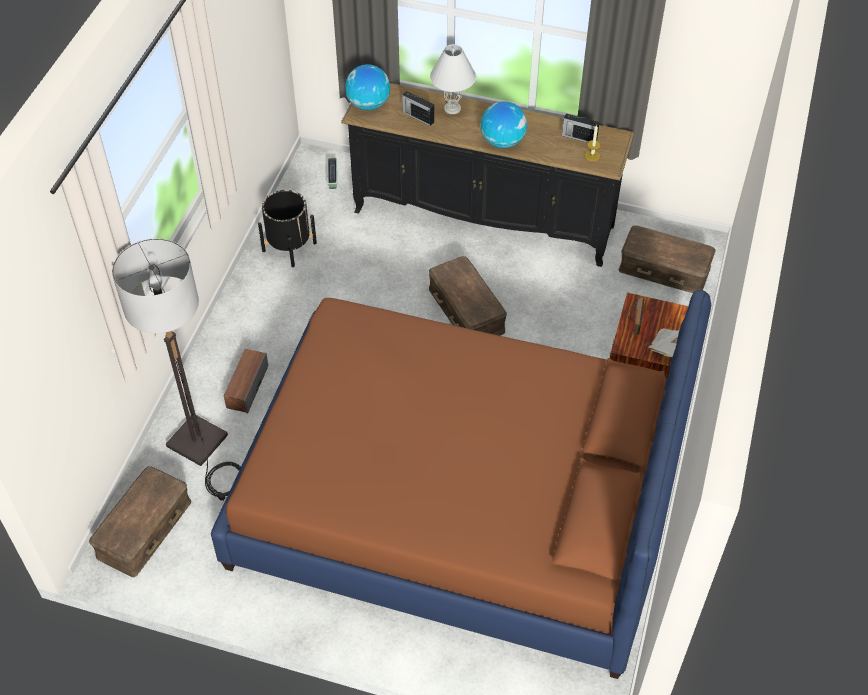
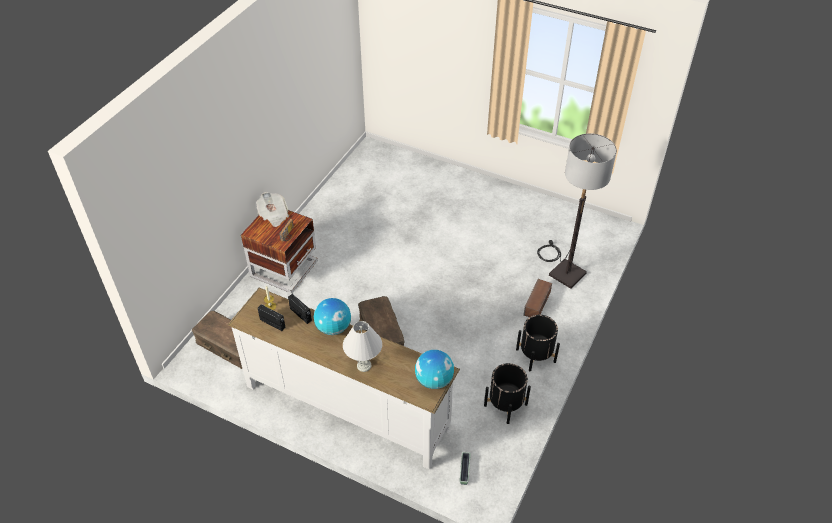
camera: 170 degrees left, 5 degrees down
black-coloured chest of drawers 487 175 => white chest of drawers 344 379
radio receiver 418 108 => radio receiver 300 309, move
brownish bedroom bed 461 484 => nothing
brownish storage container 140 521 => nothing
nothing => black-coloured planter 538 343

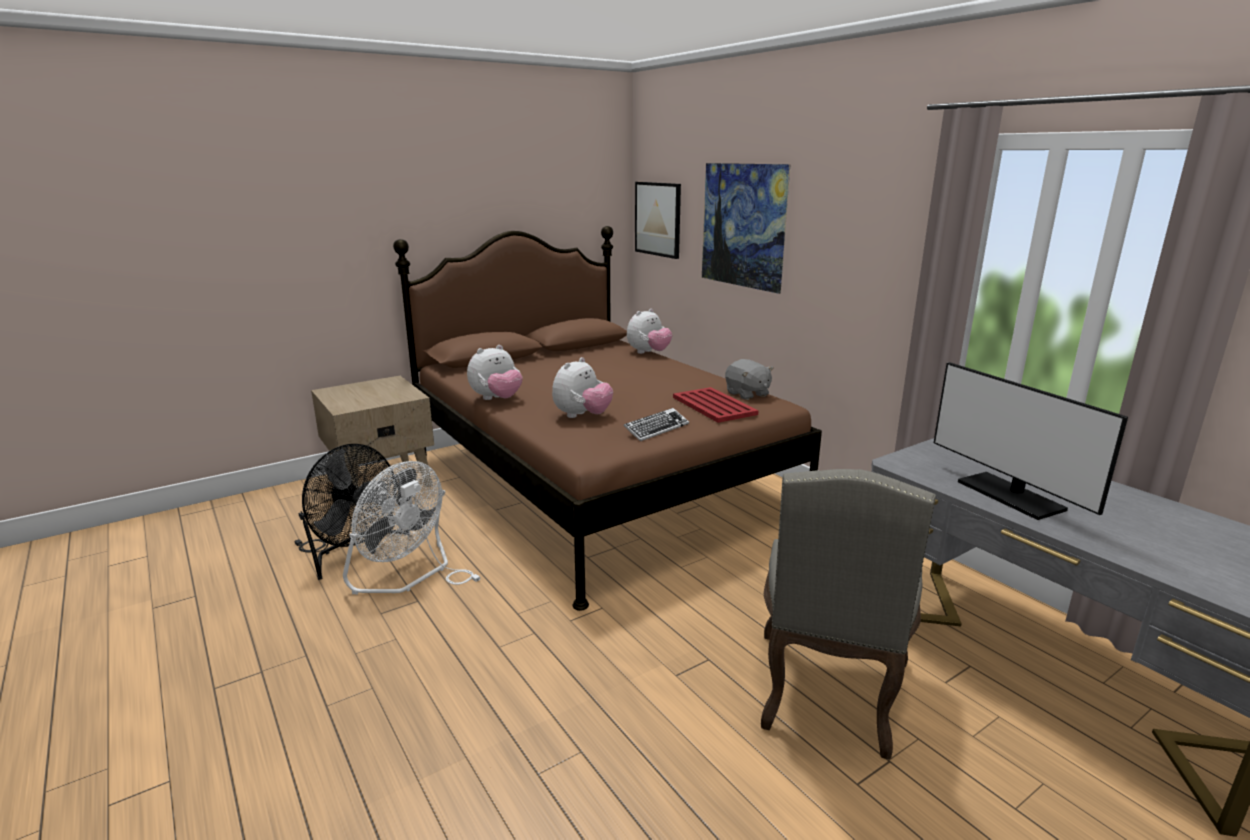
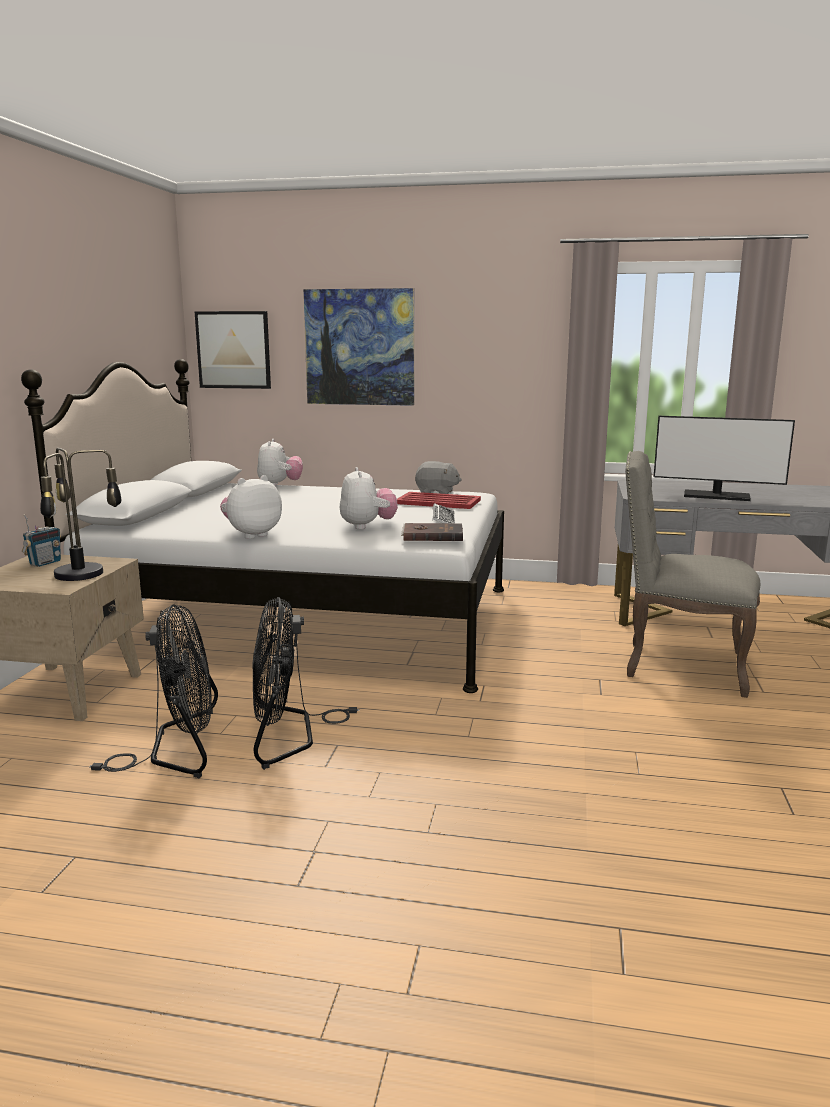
camera: 45 degrees left, 5 degrees down
brownish bedroom bed 607 418 => white bedroom bed 262 526
cuddly toy 494 372 => cuddly toy 251 507, 135 degrees counterclockwise
white fan 411 528 => black-coloured fan 306 683
gray chair 848 614 => gray chair 692 574, 135 degrees clockwise
nothing => table lamp 80 514
nothing => radio receiver 41 540
nothing => brownish book 432 532

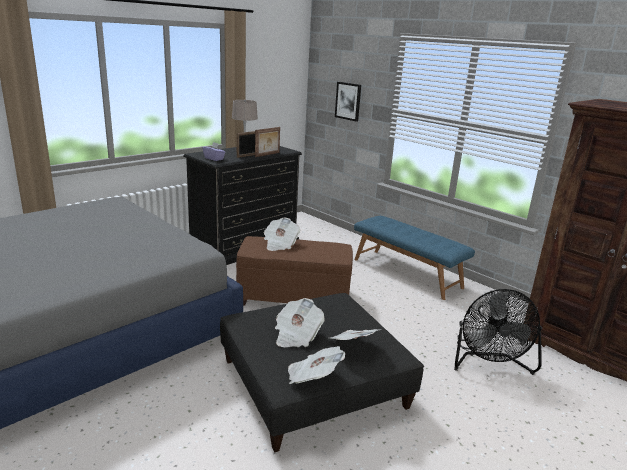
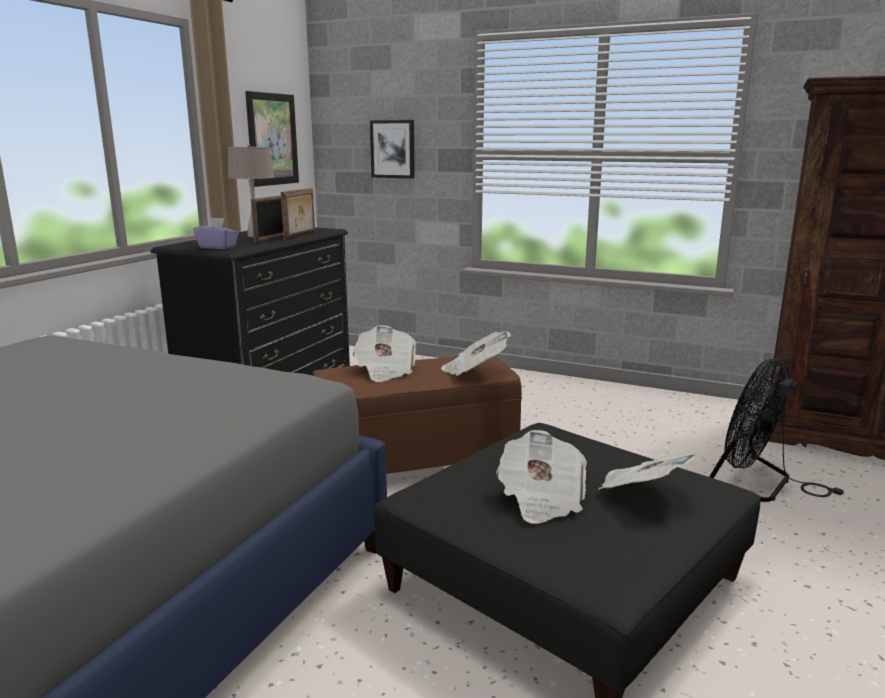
camera: 20 degrees left, 5 degrees down
bluish bench 414 258 => nothing
black-coloured fan 498 332 => black-coloured fan 776 430, 150 degrees clockwise
printed paper 316 365 => printed paper 476 353, move
nothing => picture 272 139

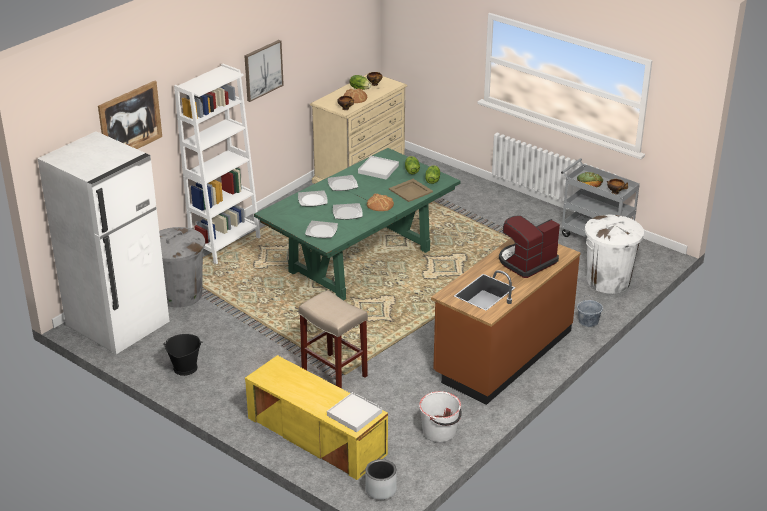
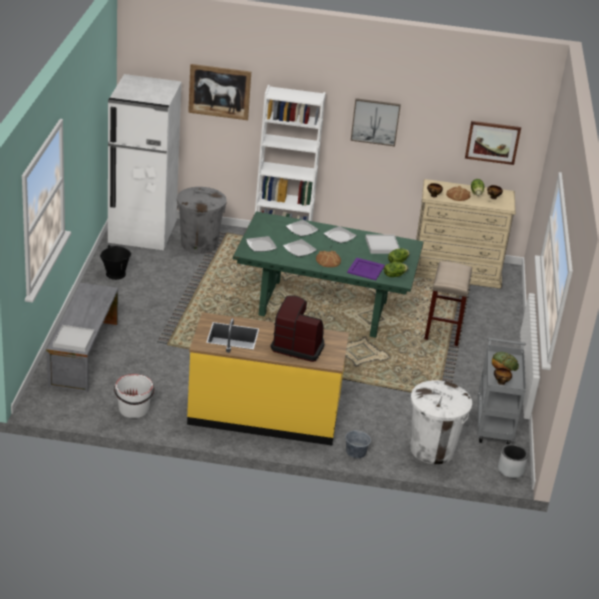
camera: 55 degrees right, 0 degrees up
beige carrying tray 411 190 => purple-coloured carrying tray 366 268
brownish counter 505 321 => yellowish counter 268 378
beige stool seat 333 339 => beige stool seat 448 303, move
yellowish bench 316 417 => gray bench 82 337
gray planter 381 479 => gray planter 513 461, move
nothing => picture 493 143

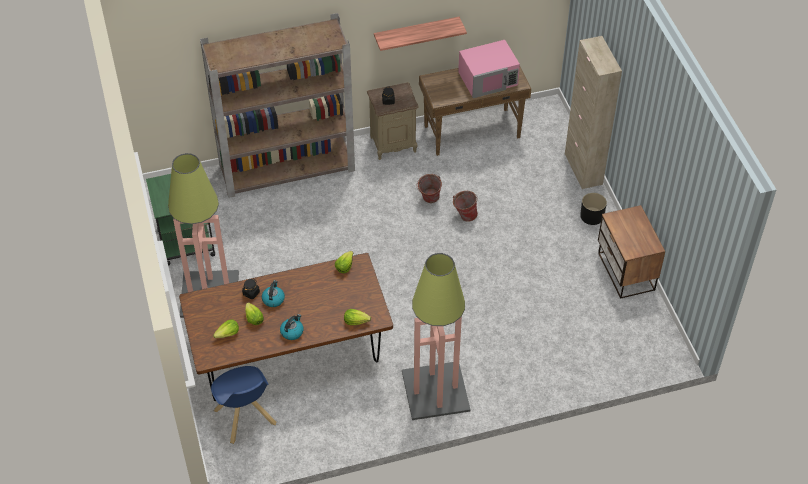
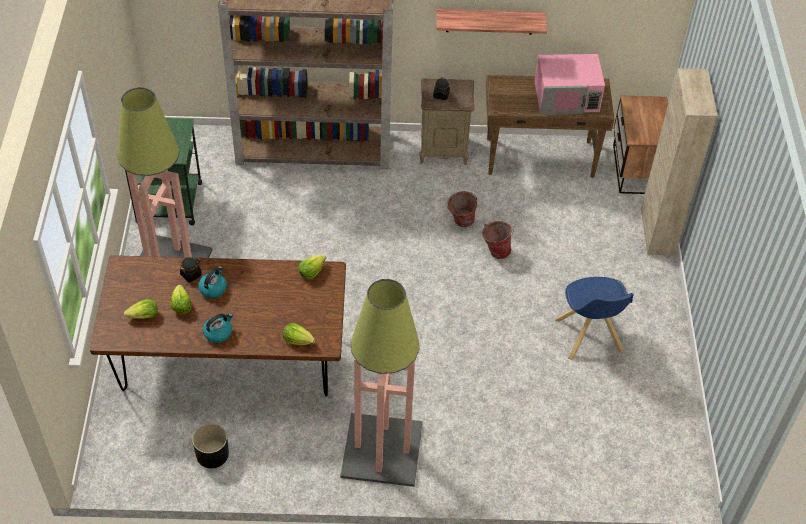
camera: 15 degrees right, 0 degrees up
black-coloured planter 593 209 => black-coloured planter 210 446, move
night table 631 252 => night table 640 144, move
bluish chair 244 405 => bluish chair 594 318, move

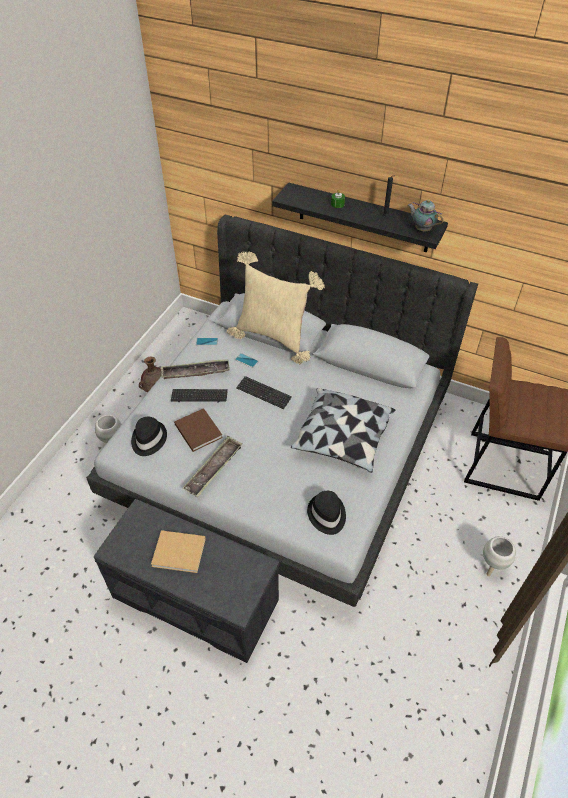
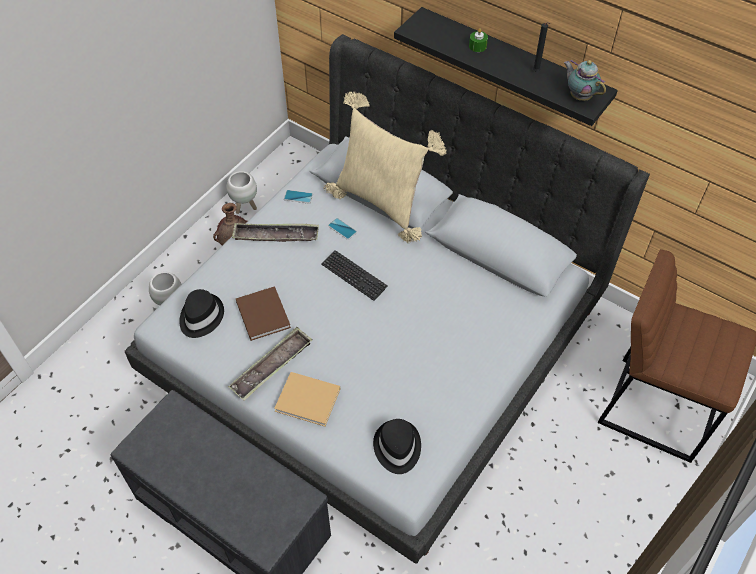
camera: 10 degrees right, 5 degrees up
cushion 343 430 => nothing
PC keyboard 199 395 => nothing
beige book 178 551 => beige book 307 399, move
white planter 499 556 => white planter 242 192, move

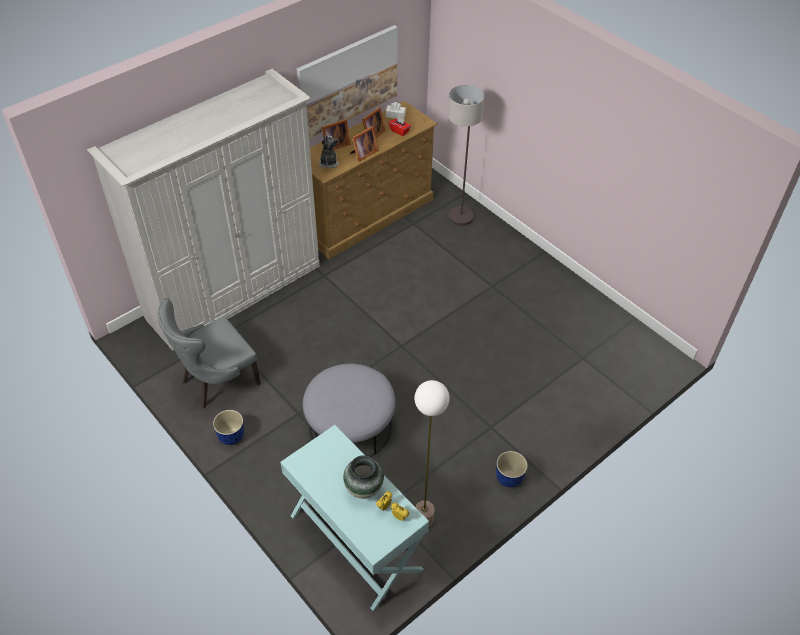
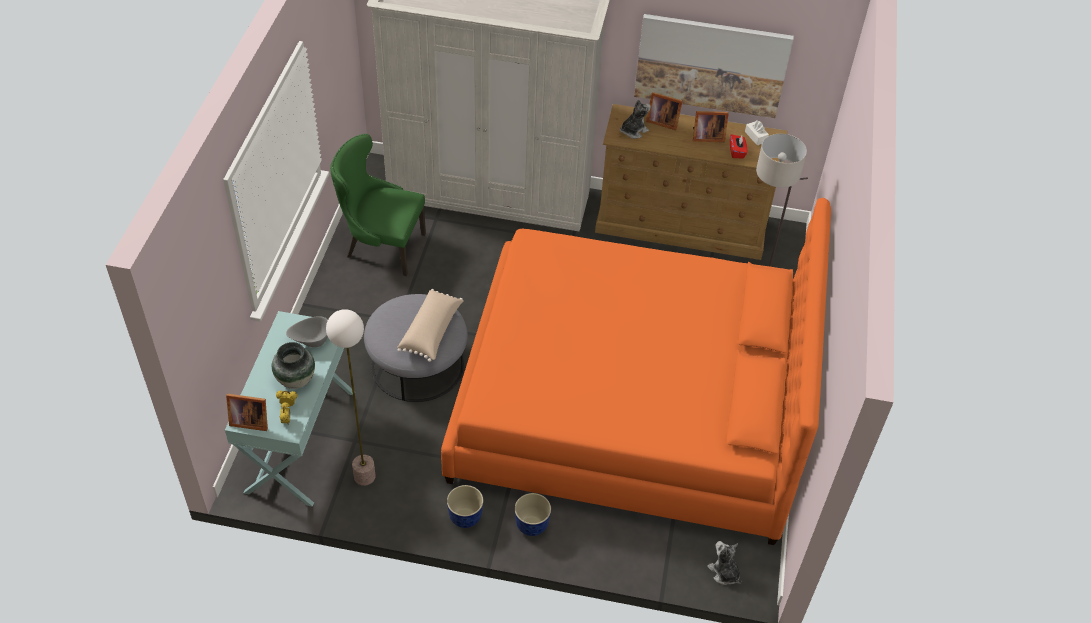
camera: 50 degrees right, 0 degrees up
standing frame 364 144 => standing frame 247 412, move
gray chair 209 353 => green-coloured chair 378 205
planter 228 427 => planter 533 514, move
nothing => orangey bedroom bed 636 371
nothing => beige cushion 430 325
nothing => gray bowl 307 331
nothing => cuddly toy 724 563

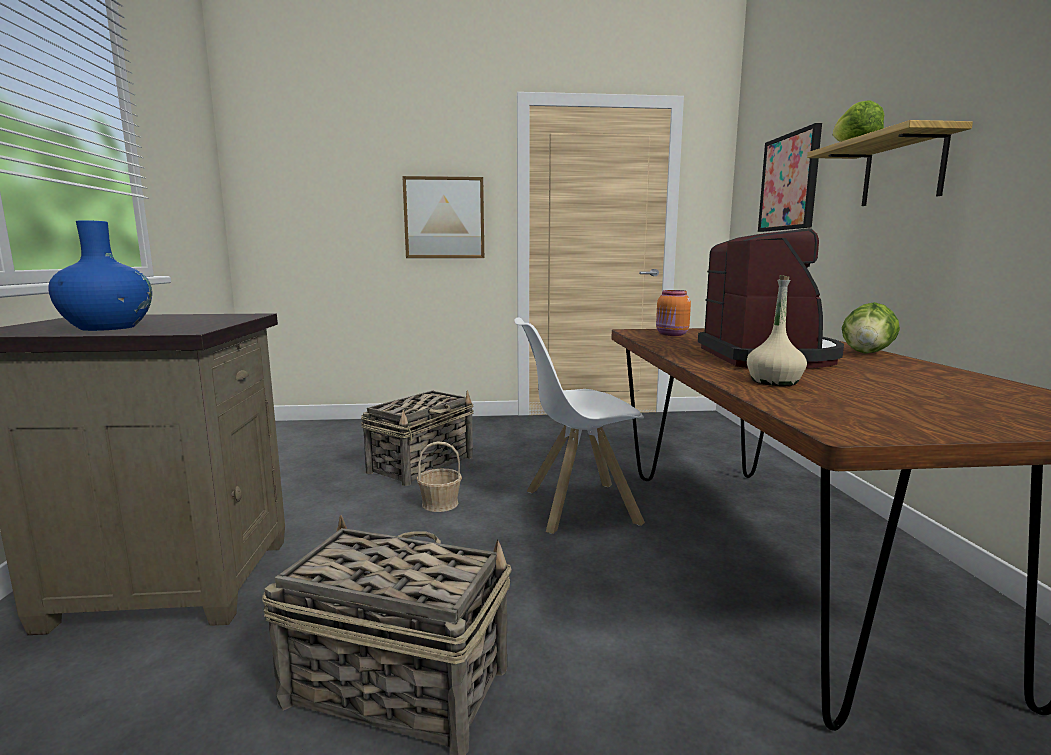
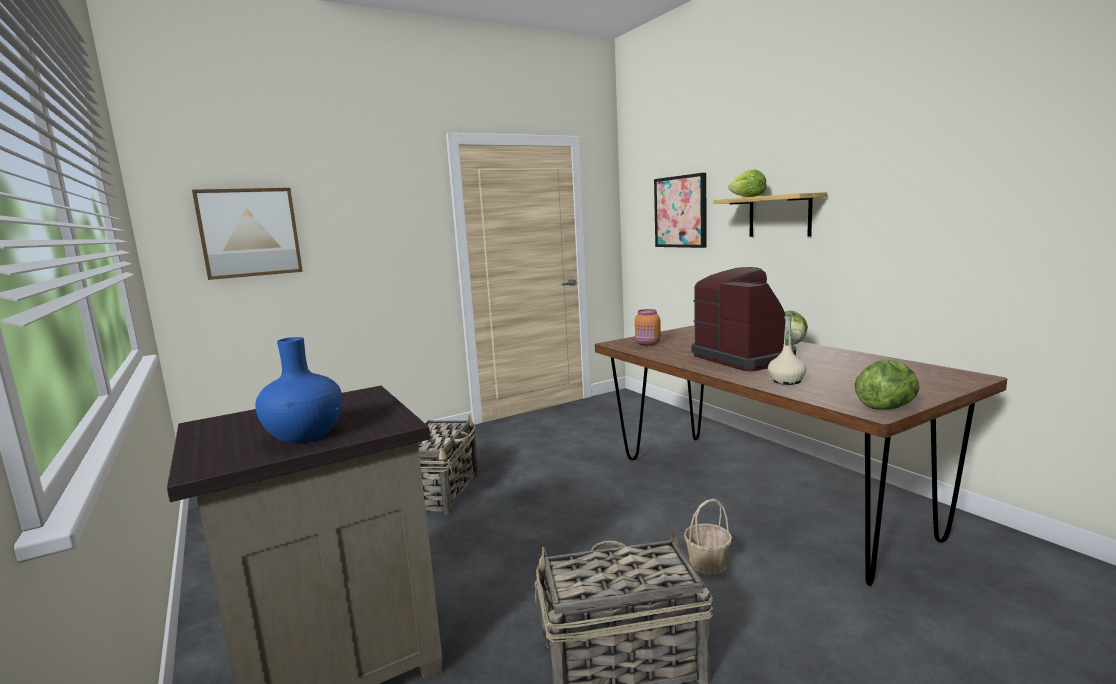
camera: 25 degrees left, 0 degrees up
picture 443 217 => picture 247 234, move
white chair 579 425 => nothing
basket 439 476 => basket 708 536, move
nothing => lettuce 887 385

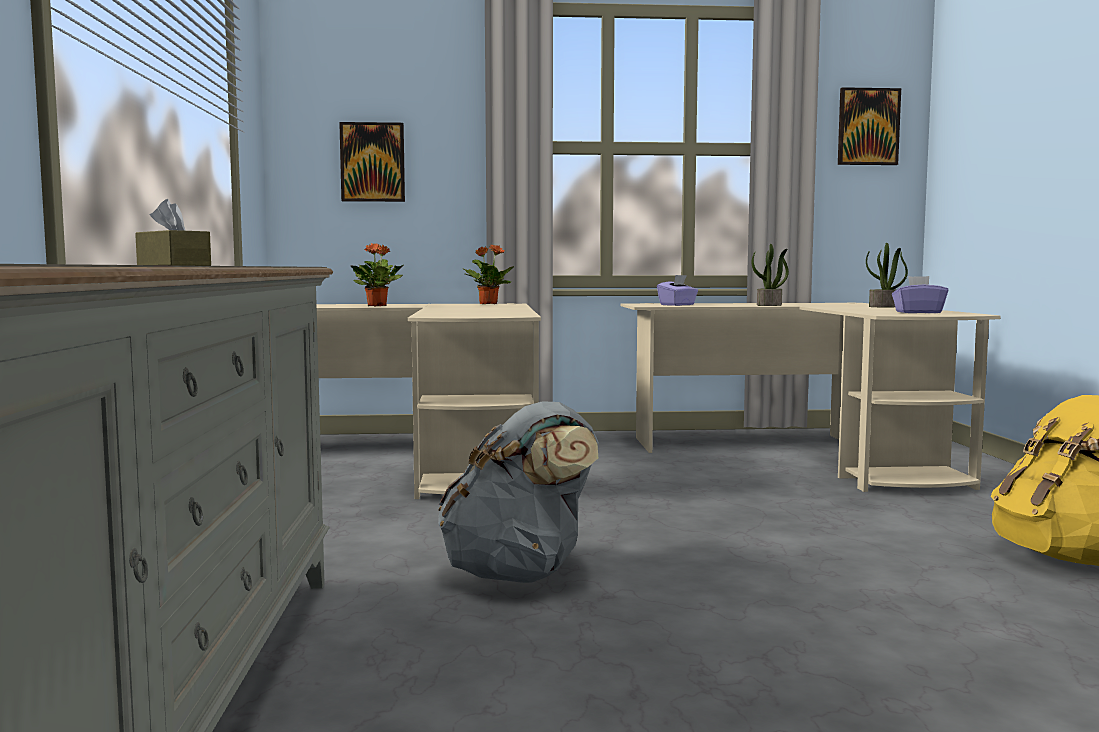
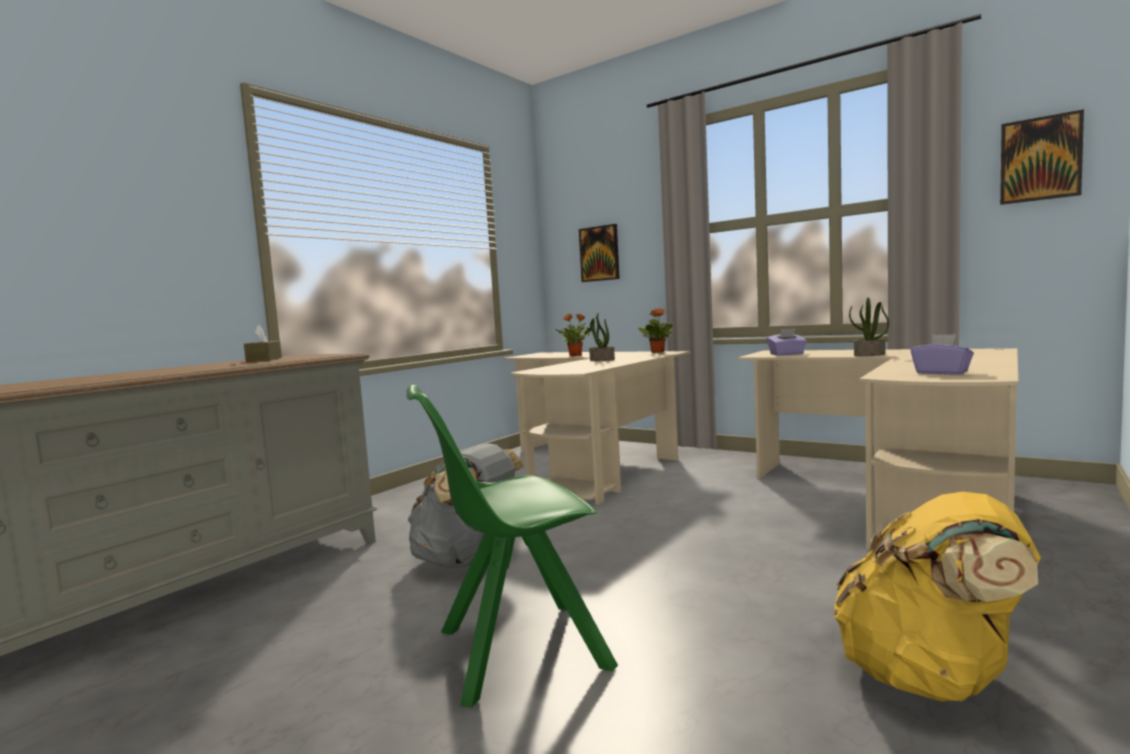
camera: 40 degrees right, 0 degrees up
houseplant 887 275 => houseplant 602 337, move
nothing => green-coloured chair 512 546

